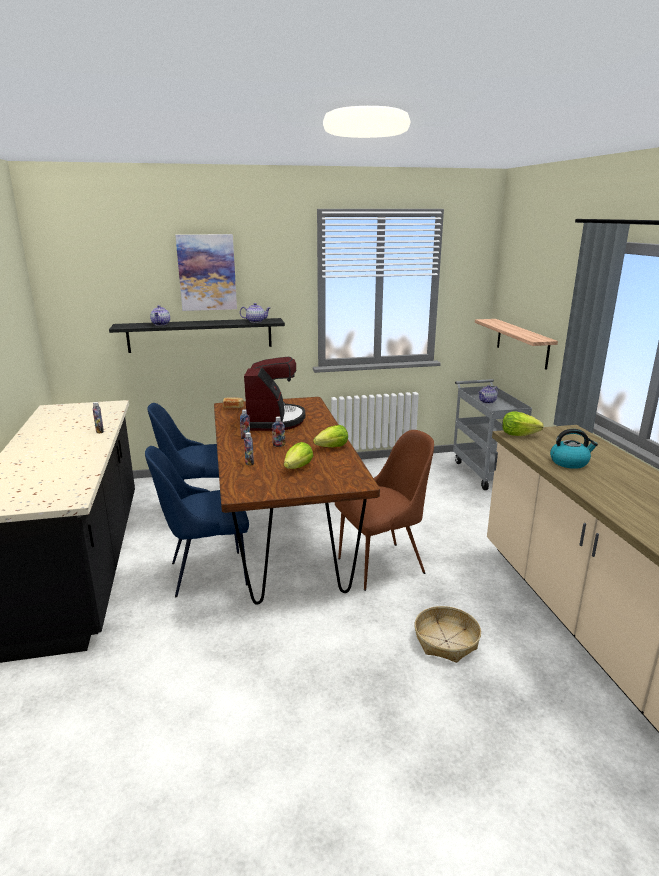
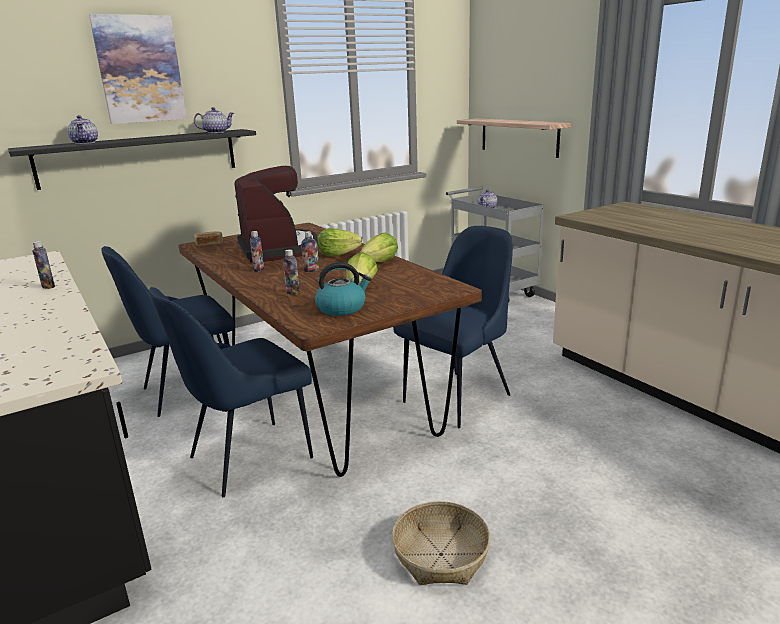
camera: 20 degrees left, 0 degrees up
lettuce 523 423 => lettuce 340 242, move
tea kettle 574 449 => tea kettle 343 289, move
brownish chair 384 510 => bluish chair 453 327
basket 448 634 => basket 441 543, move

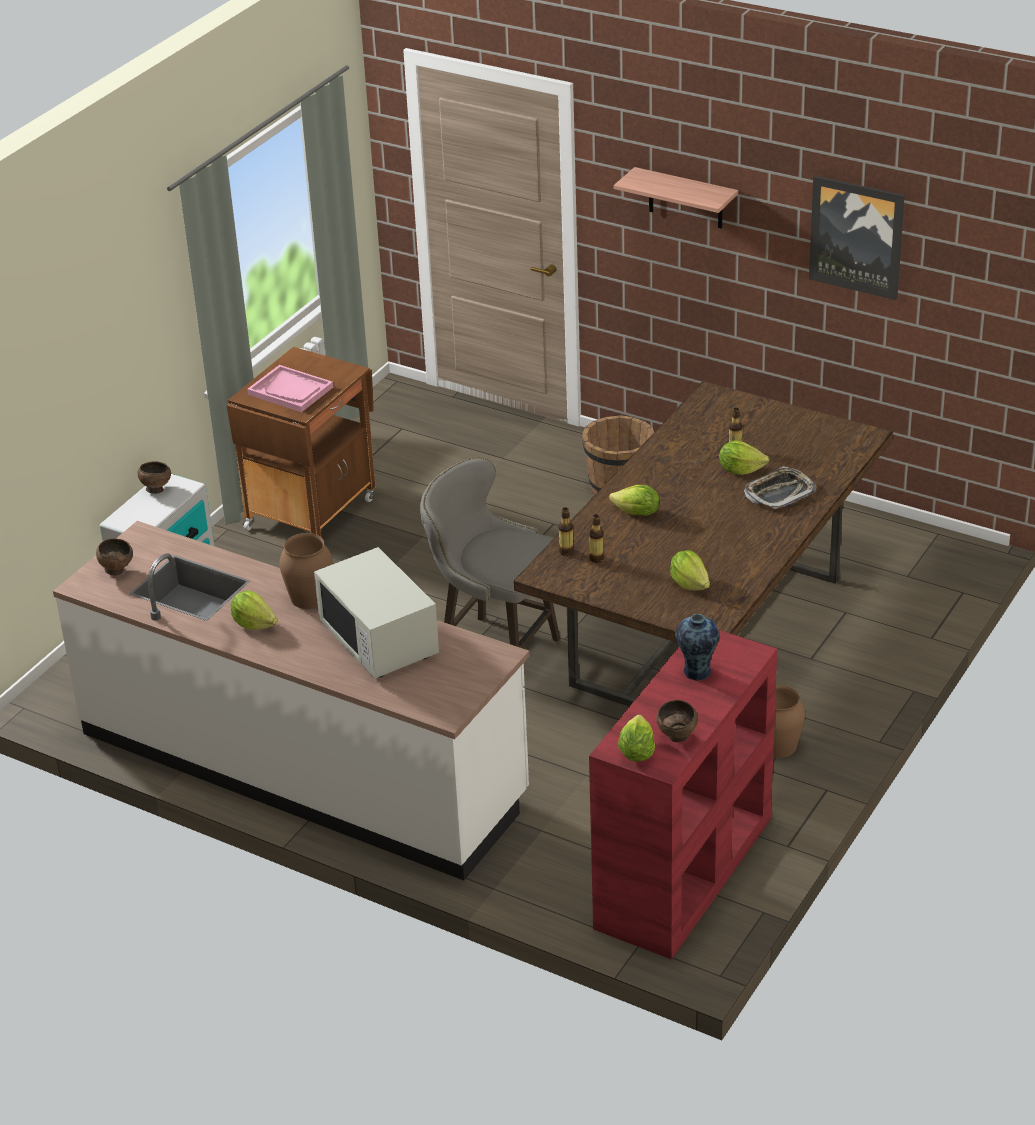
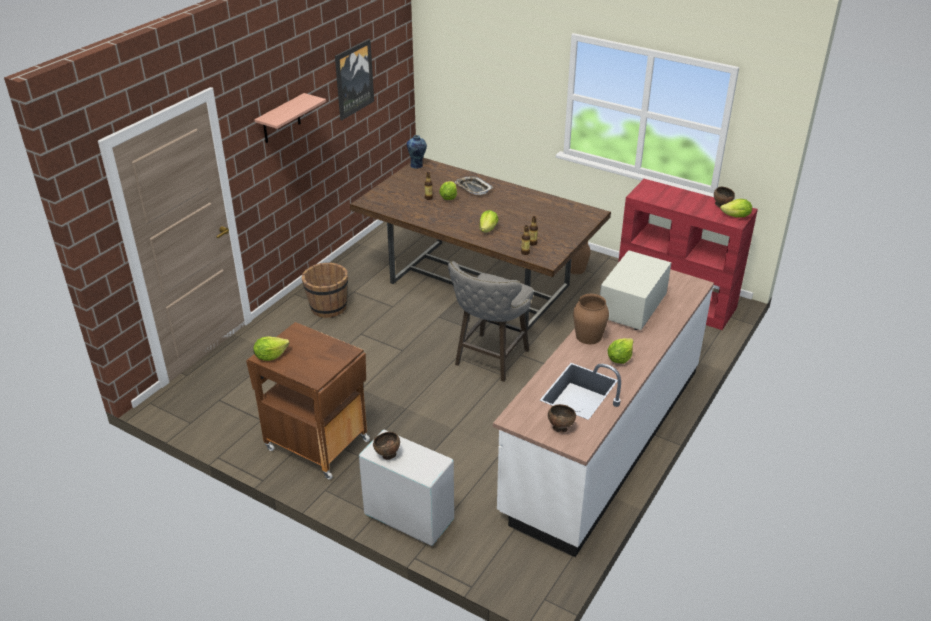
camera: 90 degrees left, 0 degrees up
pinkish carrying tray 290 388 => nothing
white microwave 376 613 => white microwave 635 290, 150 degrees clockwise
lettuce 690 570 => lettuce 271 348, move
vase 697 647 => vase 417 152, move

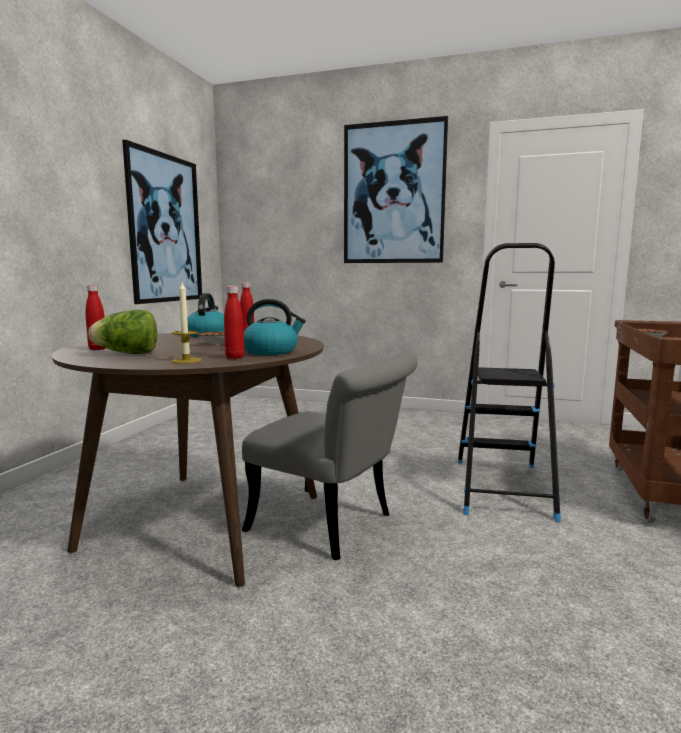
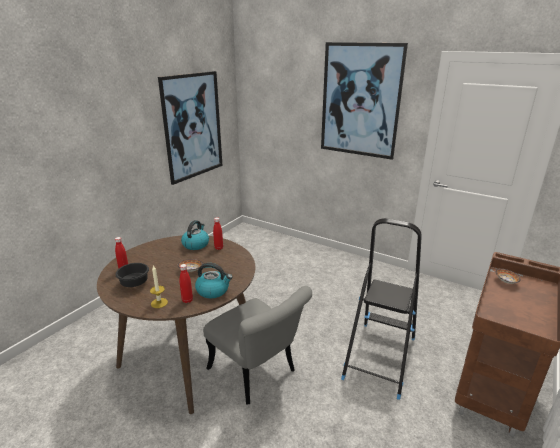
camera: 15 degrees right, 15 degrees up
lettuce 122 332 => black-coloured bowl 132 275

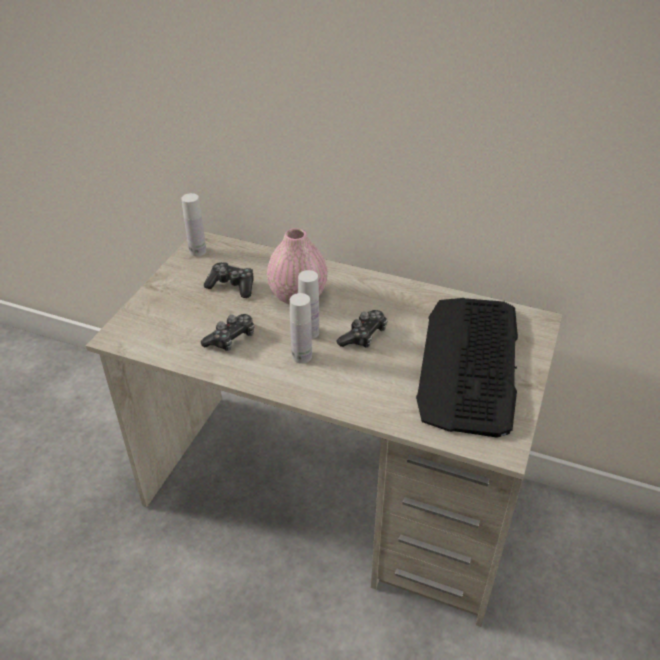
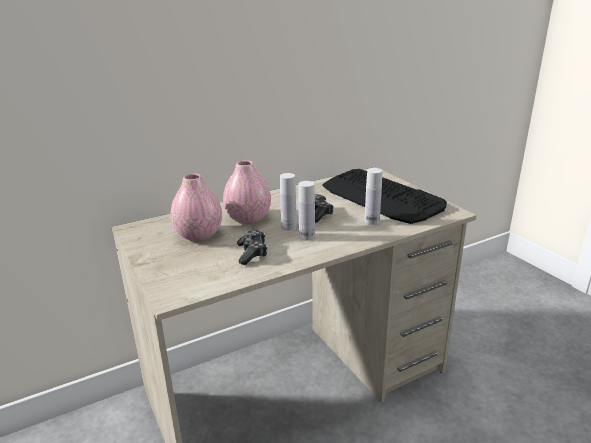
camera: 50 degrees left, 15 degrees down
white bottle 193 225 => white bottle 373 196, move
game controller 229 280 => pinkish vase 196 207

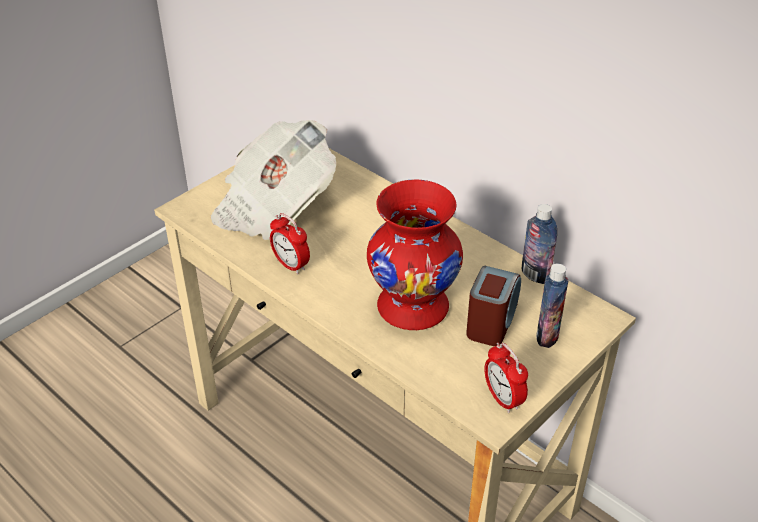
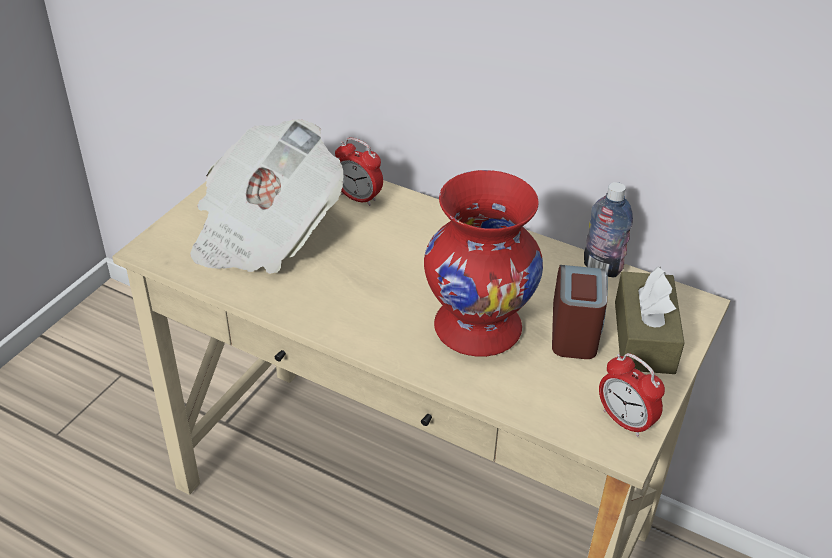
camera: 15 degrees left, 0 degrees up
alarm clock 290 244 => alarm clock 359 172, move
bottle 552 306 => brownish tissue box 650 320

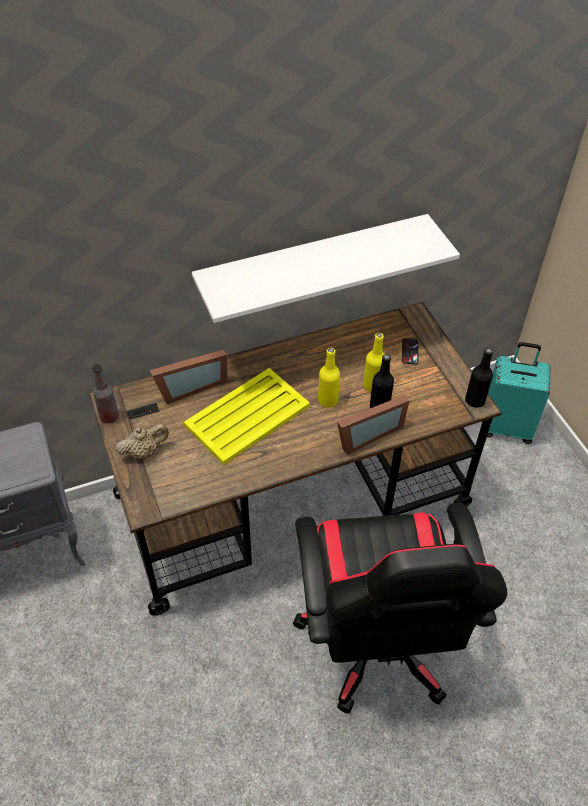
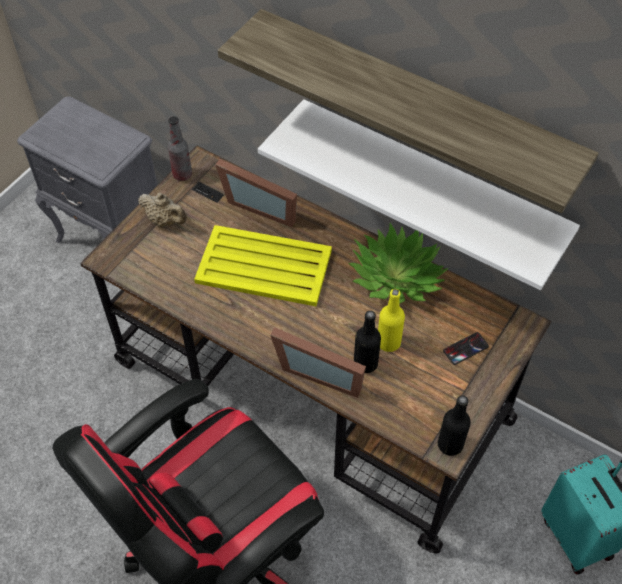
camera: 55 degrees right, 5 degrees up
yellowish bottle 329 378 => nothing
nothing => bracket shelf 408 111
nothing => houseplant 398 263

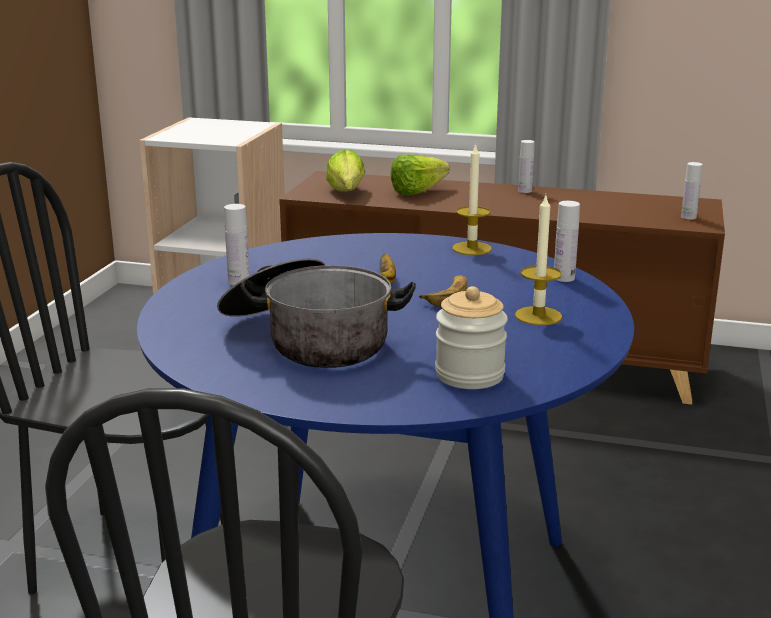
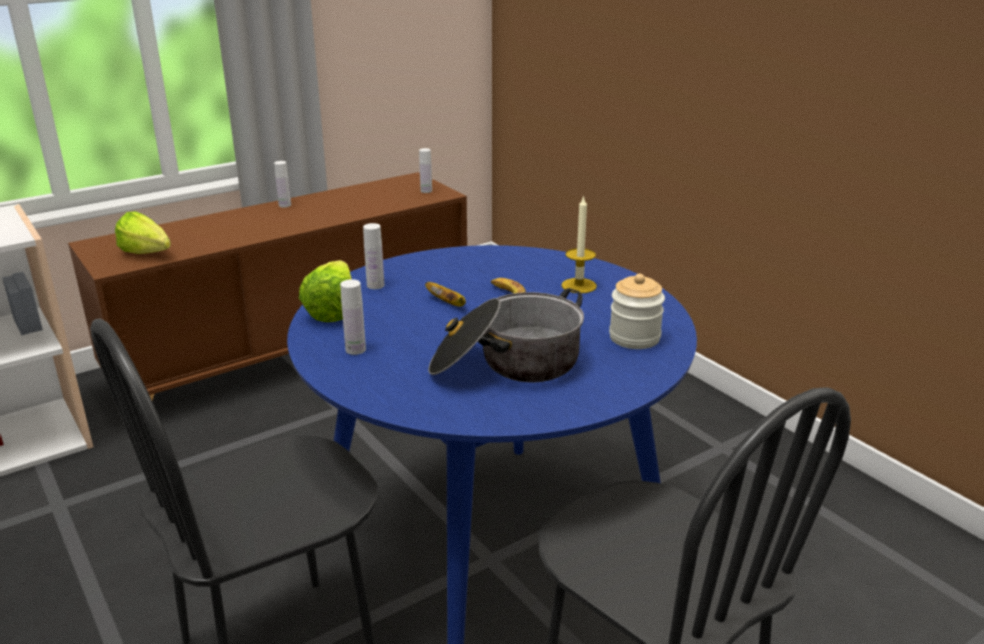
camera: 50 degrees left, 5 degrees up
wax light 472 199 => nothing
lettuce 420 175 => lettuce 325 291, move
white bottle 567 241 => white bottle 373 256, move

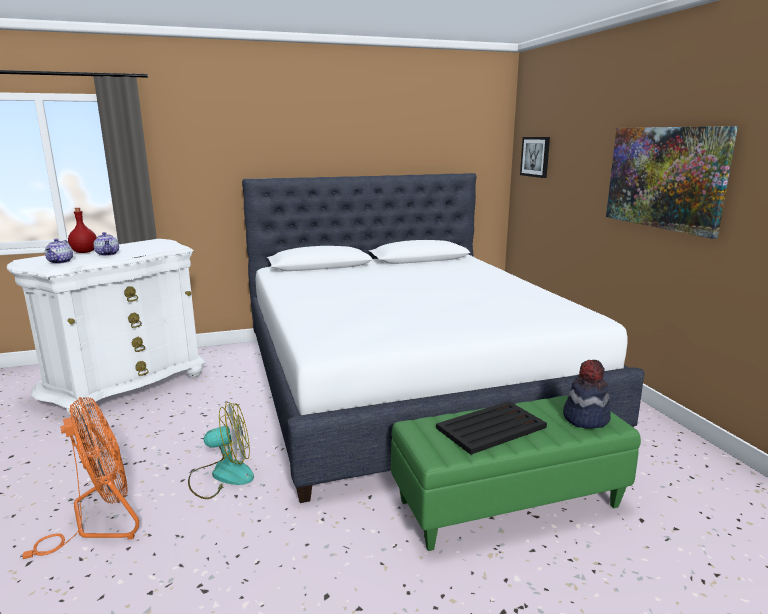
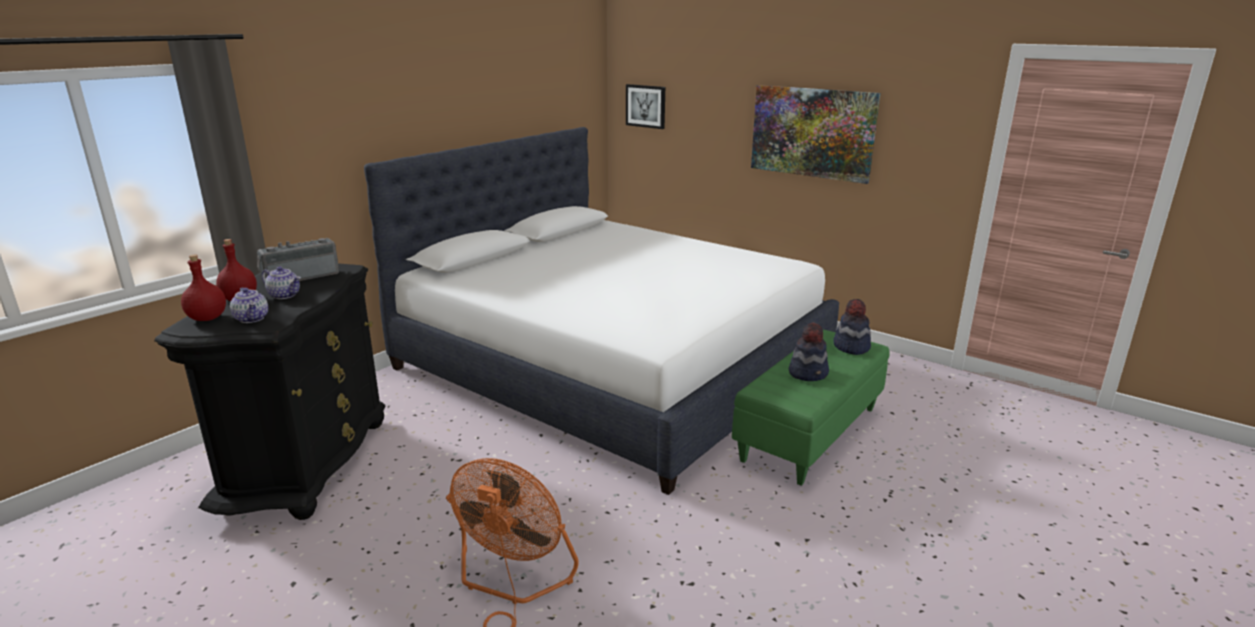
camera: 35 degrees left, 5 degrees up
white chest of drawers 106 329 => black-coloured chest of drawers 269 391
black-coloured carrying tray 491 428 => hat 809 351
fan 221 450 => nothing
nothing => radio receiver 298 259
nothing => red bottle 203 288

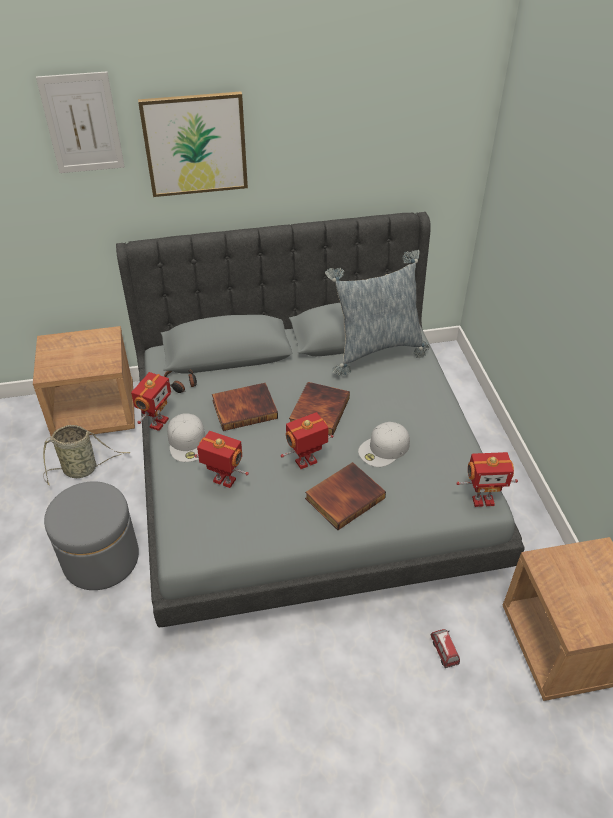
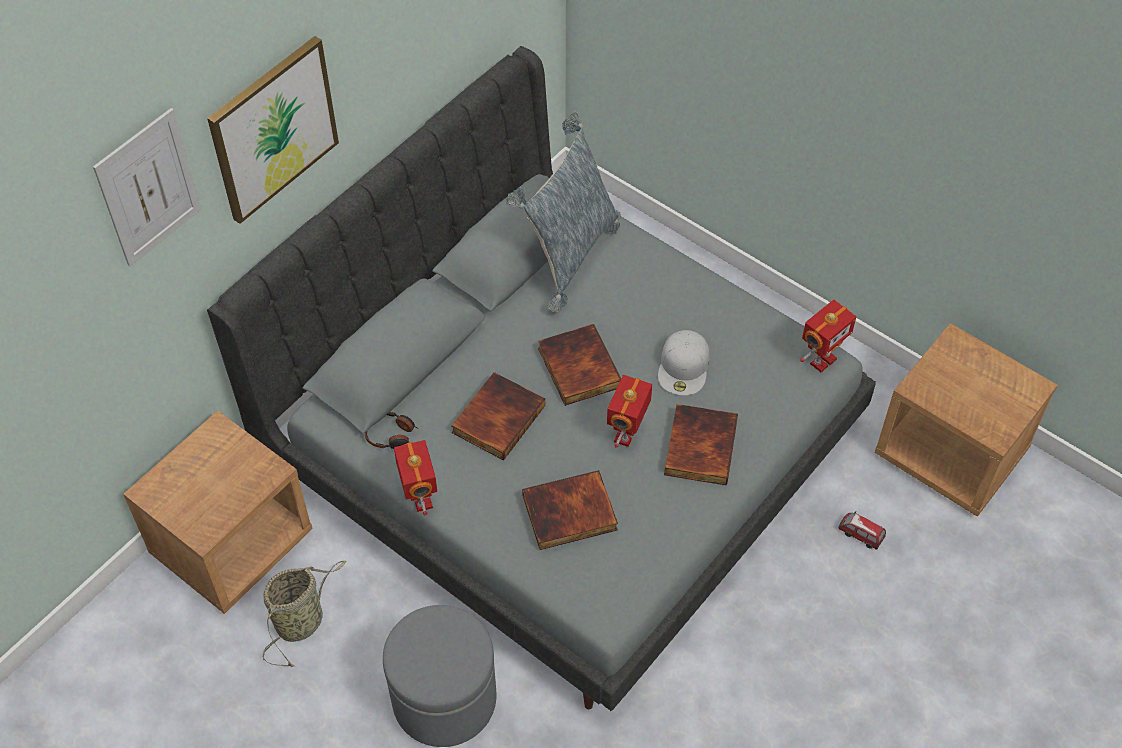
camera: 40 degrees left, 10 degrees up
white cap 186 437 => nothing
toy robot 222 459 => book 570 510

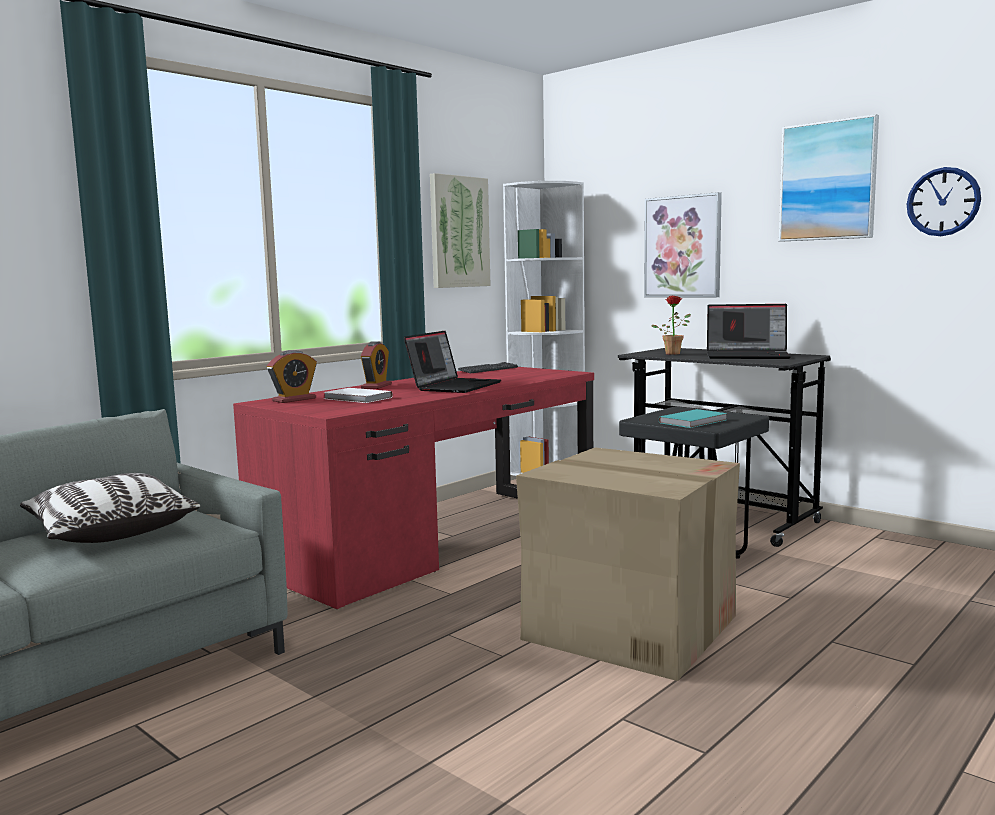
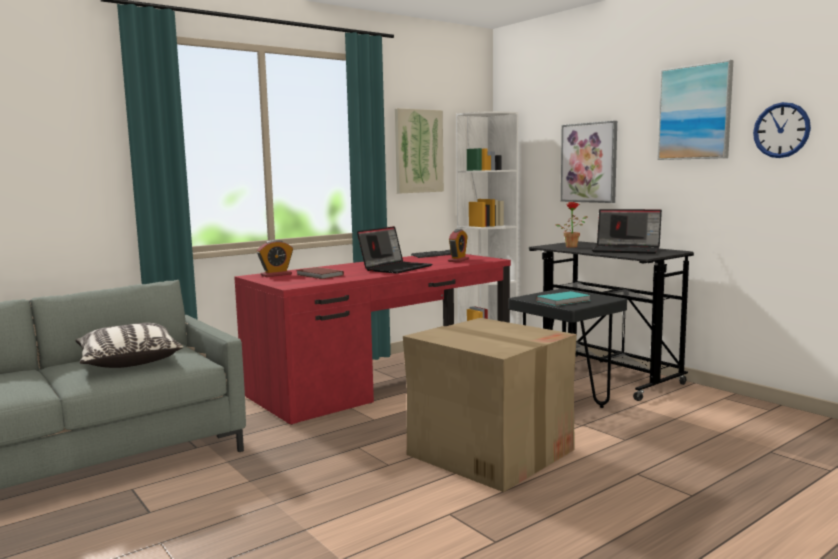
camera: 10 degrees right, 0 degrees up
alarm clock 376 365 => alarm clock 458 245, move
white book 358 395 => brownish book 320 273

